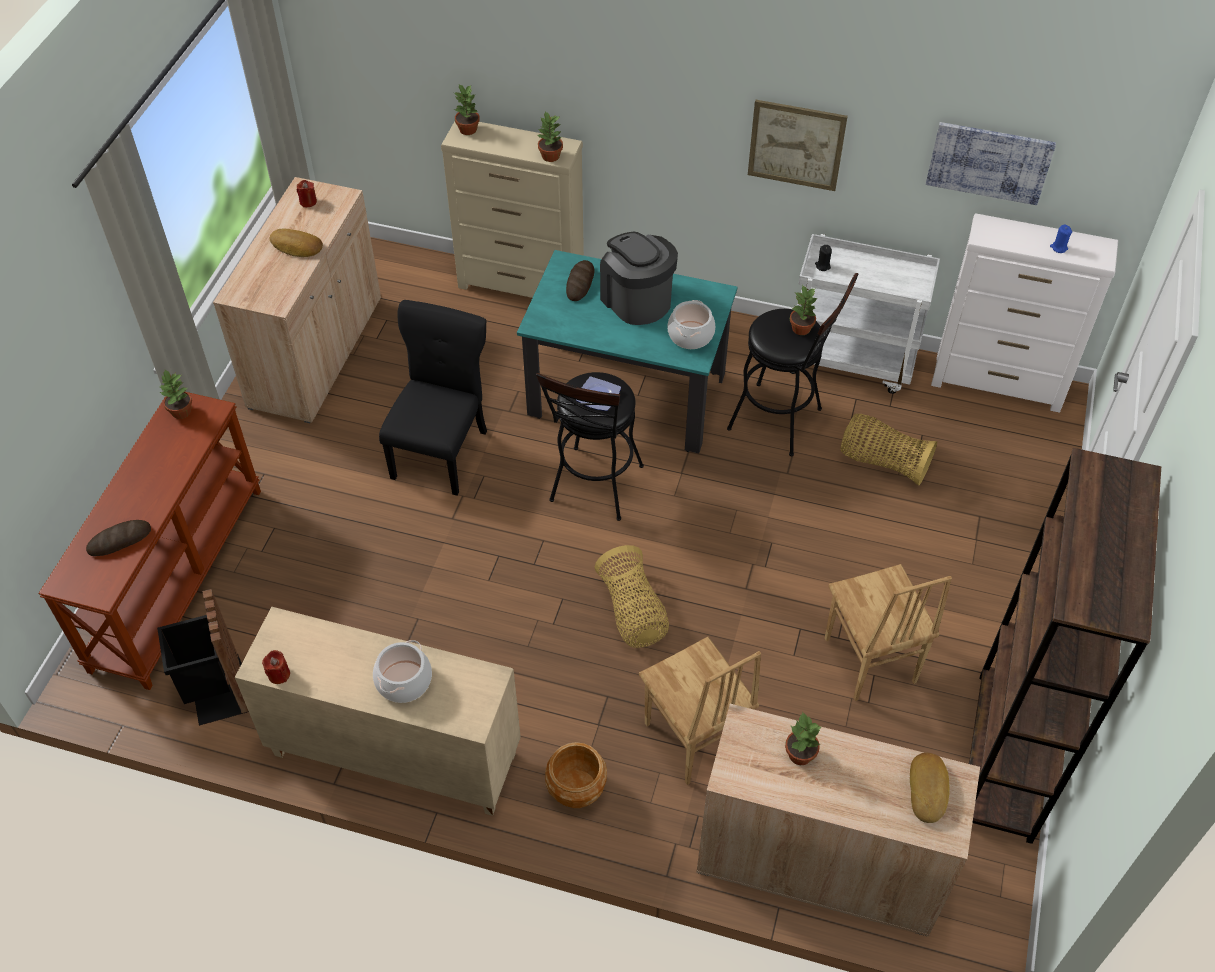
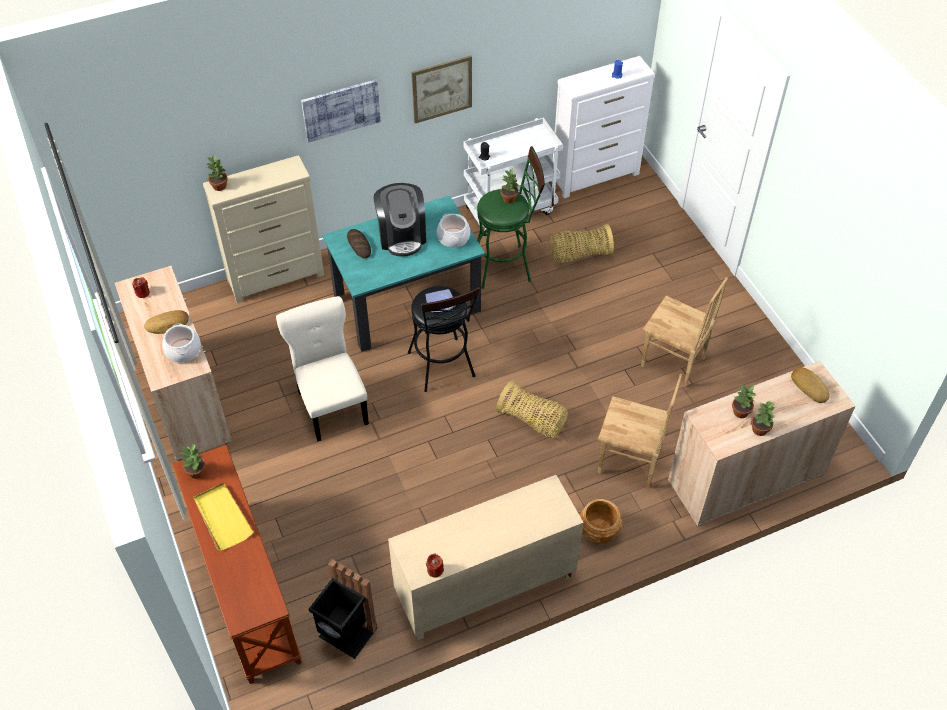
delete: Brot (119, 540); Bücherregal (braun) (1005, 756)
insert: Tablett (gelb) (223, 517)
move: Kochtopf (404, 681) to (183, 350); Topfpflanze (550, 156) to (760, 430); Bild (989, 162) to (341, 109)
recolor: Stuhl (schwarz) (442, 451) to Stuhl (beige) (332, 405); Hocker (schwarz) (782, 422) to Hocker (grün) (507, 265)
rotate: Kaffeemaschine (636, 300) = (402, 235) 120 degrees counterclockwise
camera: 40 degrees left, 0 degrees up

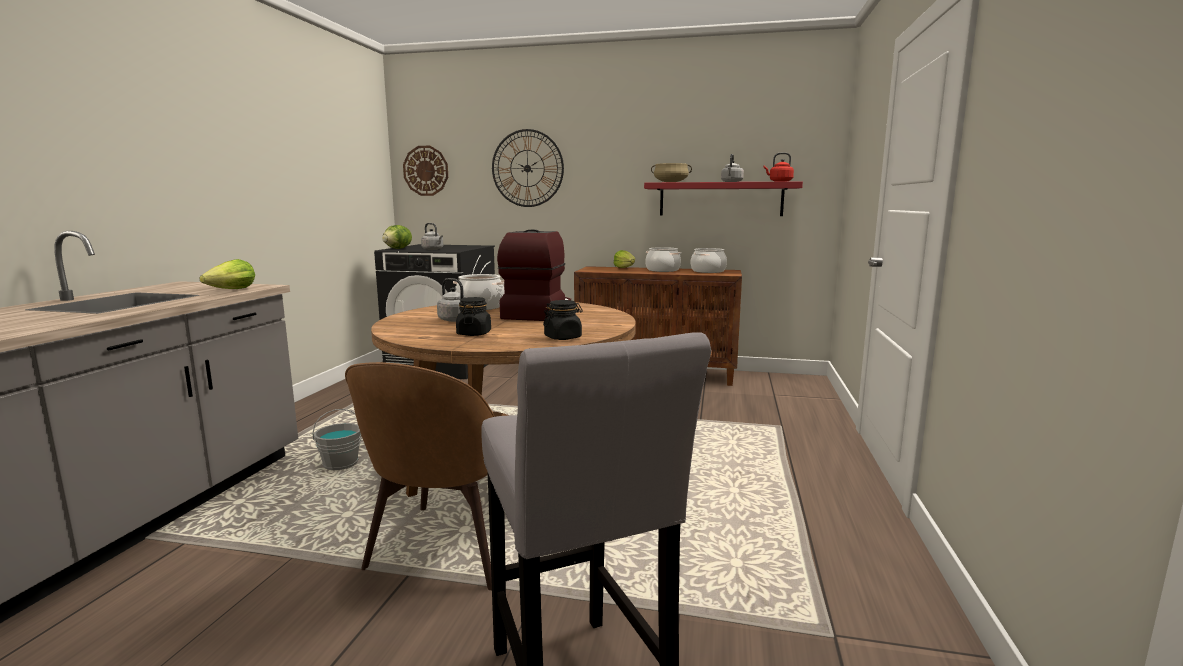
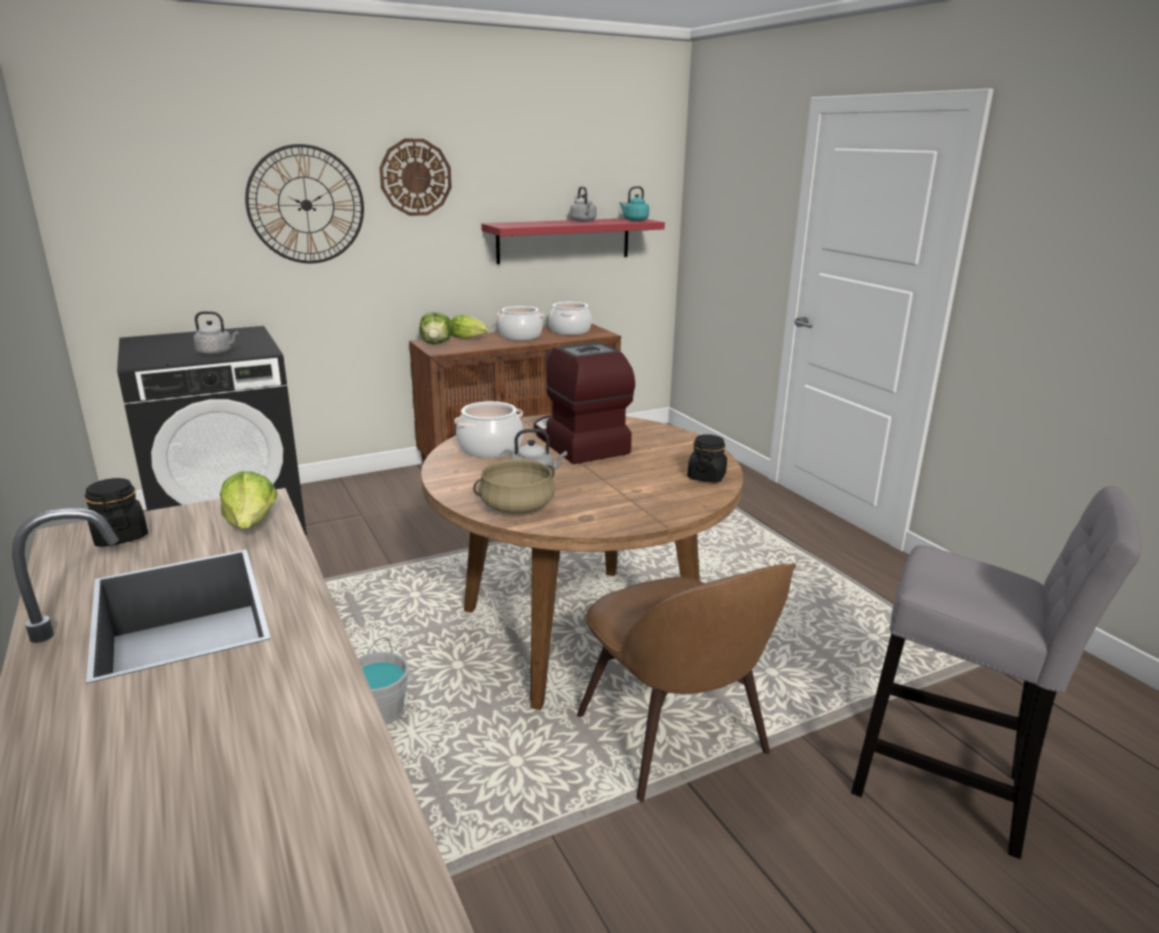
move: Salatkopf (398, 248) to (436, 343); Wanduhr (426, 170) to (415, 177); Vorratsglas (schwarz) (474, 333) to (120, 536); Kochtopf (beige) (671, 182) to (517, 507)
recolor: Wasserkessel (rot) (779, 181) to Wasserkessel (türkis) (634, 220)
camera: 40 degrees left, 10 degrees up

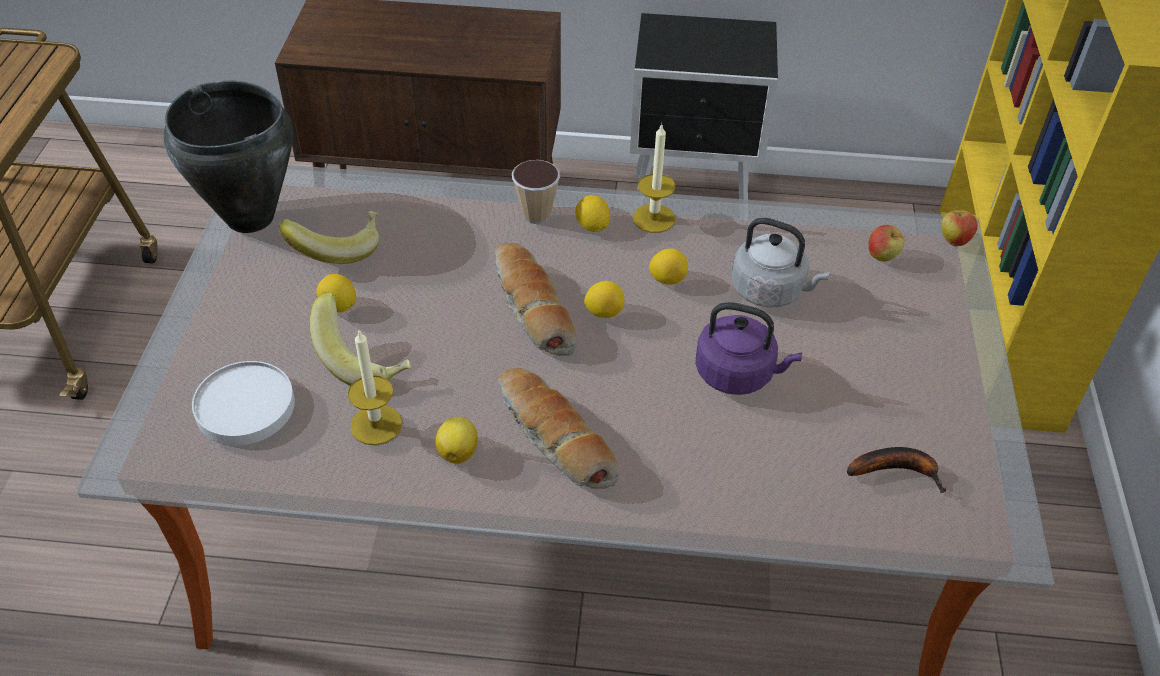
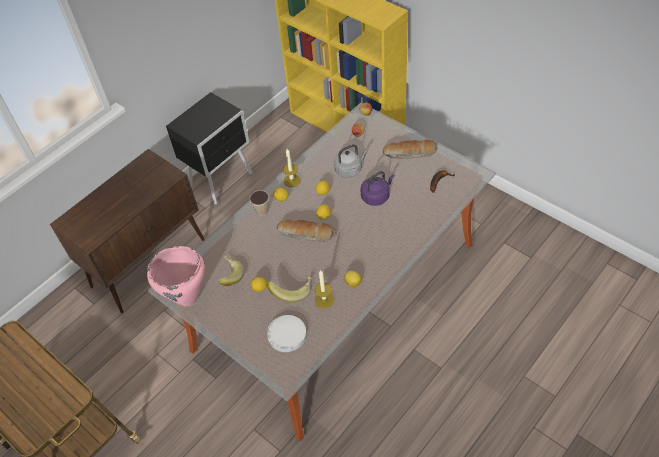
move: Brot (554, 439) to (410, 154)
recolor: Kochtopf (schwarz) (249, 218) to Kochtopf (rosa) (187, 298)
camera: 50 degrees left, 5 degrees up

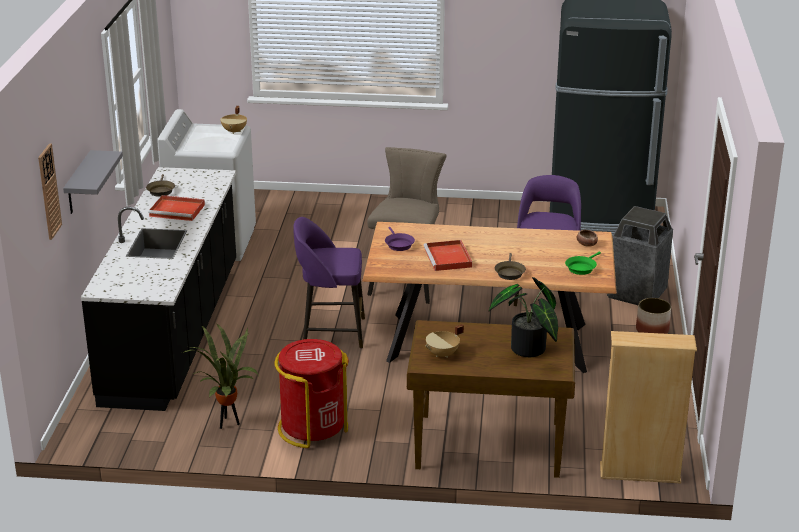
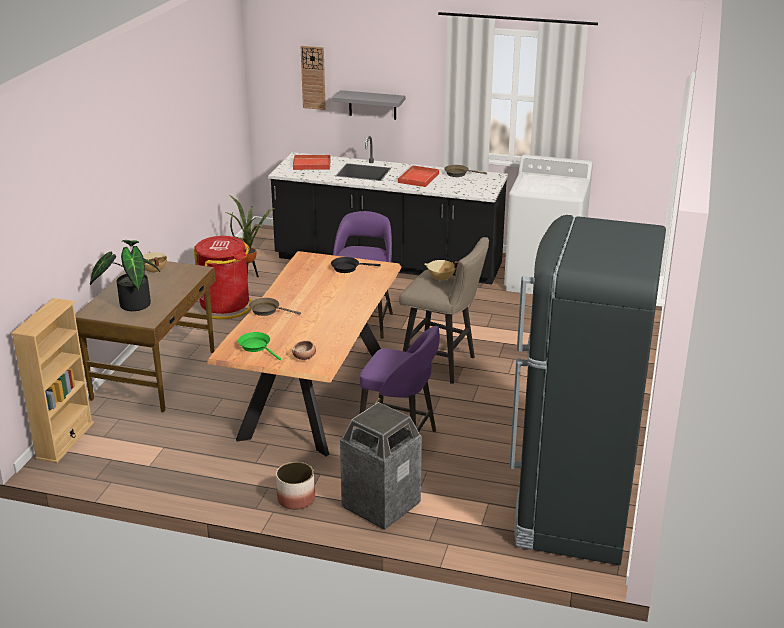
move: Kochtopf (beige) (235, 131) to (441, 279); Tablett (rot) (448, 258) to (311, 164)
recolor: Pfanne (lila) (398, 244) to Pfanne (schwarz) (347, 268)
camera: 100 degrees right, 0 degrees up

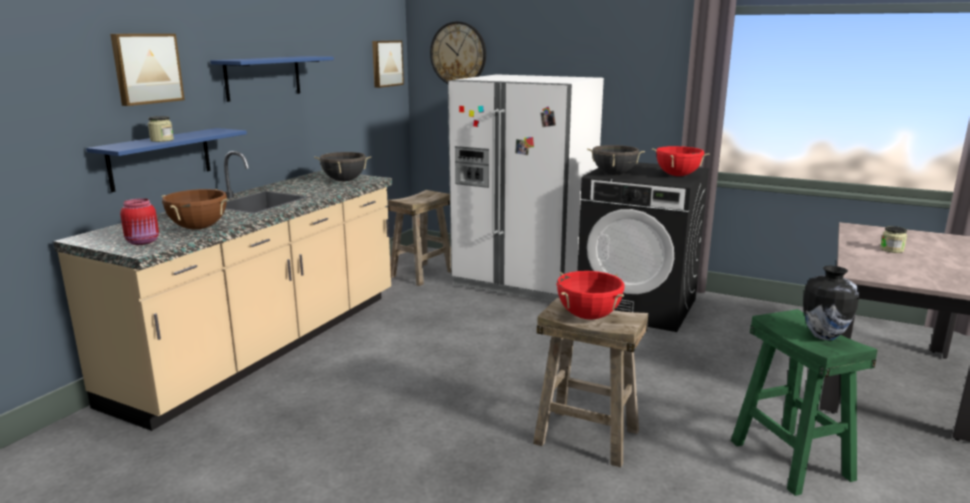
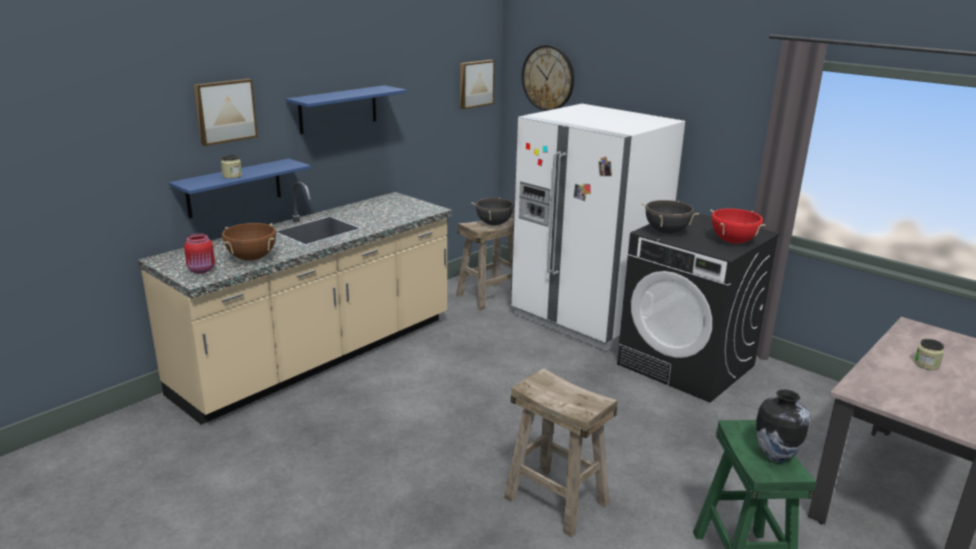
delete: Kochtopf (rot) (588, 316)
move: Kochtopf (schwarz) (344, 181) to (494, 224)
camera: 15 degrees right, 5 degrees up

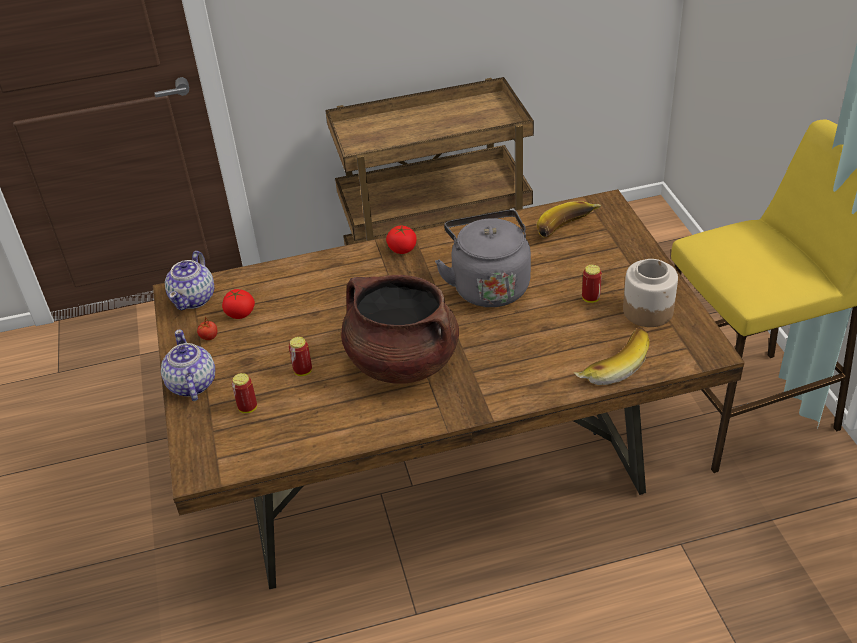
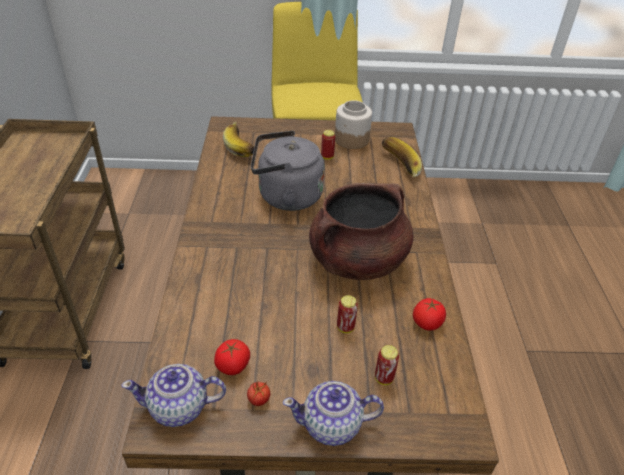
move: Tomate (402, 249) to (427, 323)
rotate: Teekanne (194, 298) = (179, 408) 150 degrees clockwise
camera: 80 degrees left, 0 degrees up

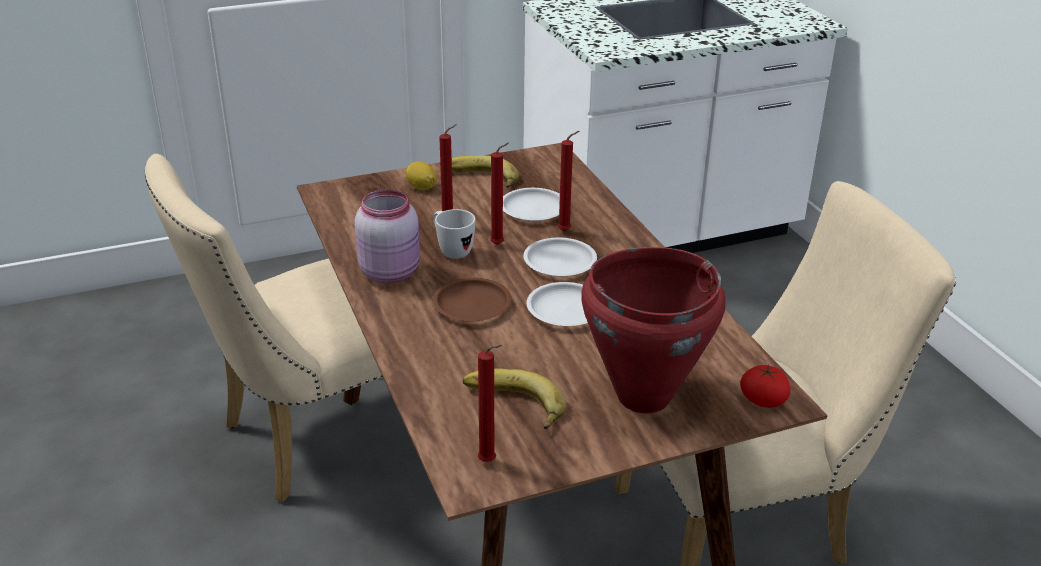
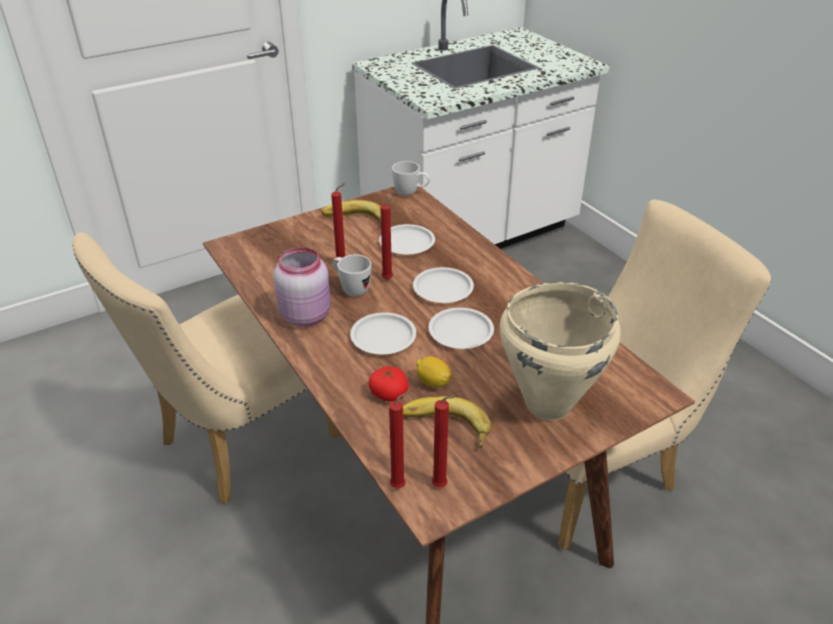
insert: Henkelbecher (weiß) (411, 193)
move: Zitrone (421, 187) to (433, 382); Kerze (rot) (566, 231) to (400, 486); Tomate (763, 399) to (389, 394)
recolor: Teller (braun) (471, 305) to Teller (weiß) (382, 337); Kochtopf (rot) (642, 396) to Kochtopf (beige) (546, 404)
camera: 10 degrees left, 5 degrees up

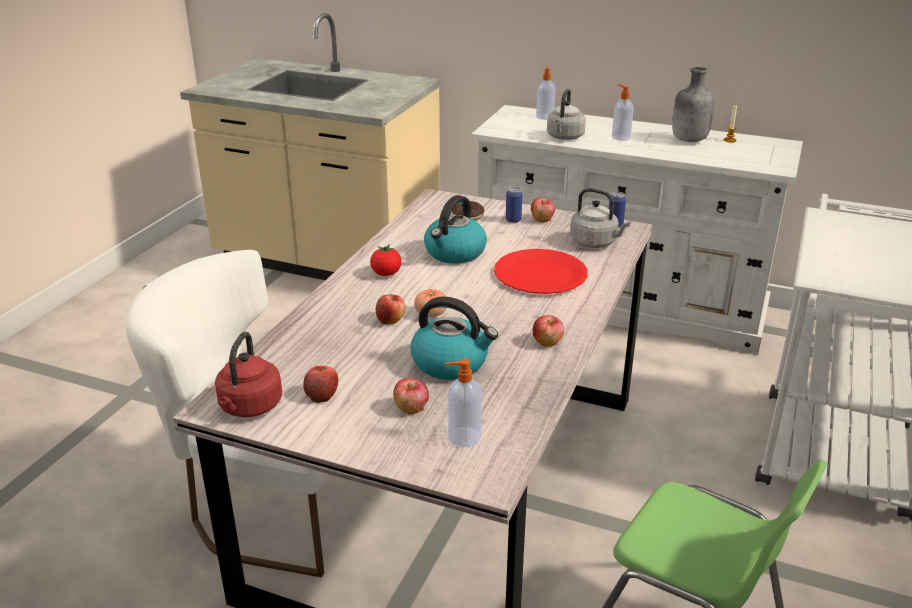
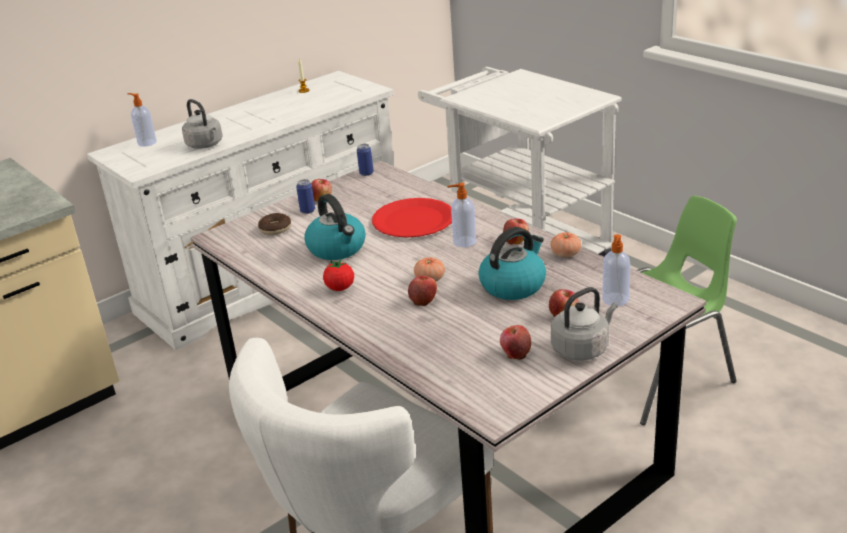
delete: Wasserkessel (rot) (249, 407); Flasche (grau) (688, 140)
insert: Tomate (565, 254)
move: Wasserkessel (grau) (596, 243) to (582, 348); Seifenspender (620, 137) to (463, 242)
camera: 60 degrees left, 0 degrees up

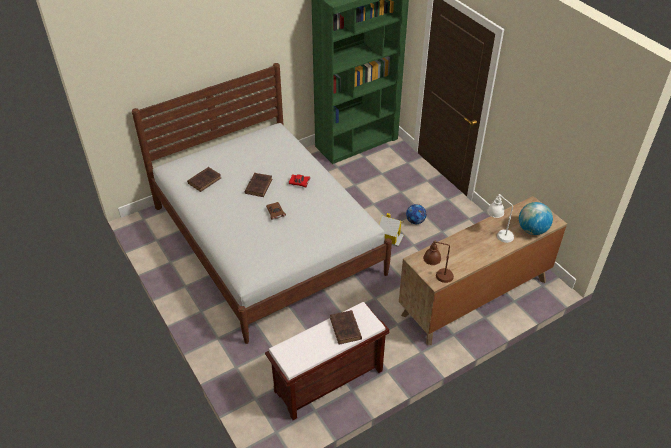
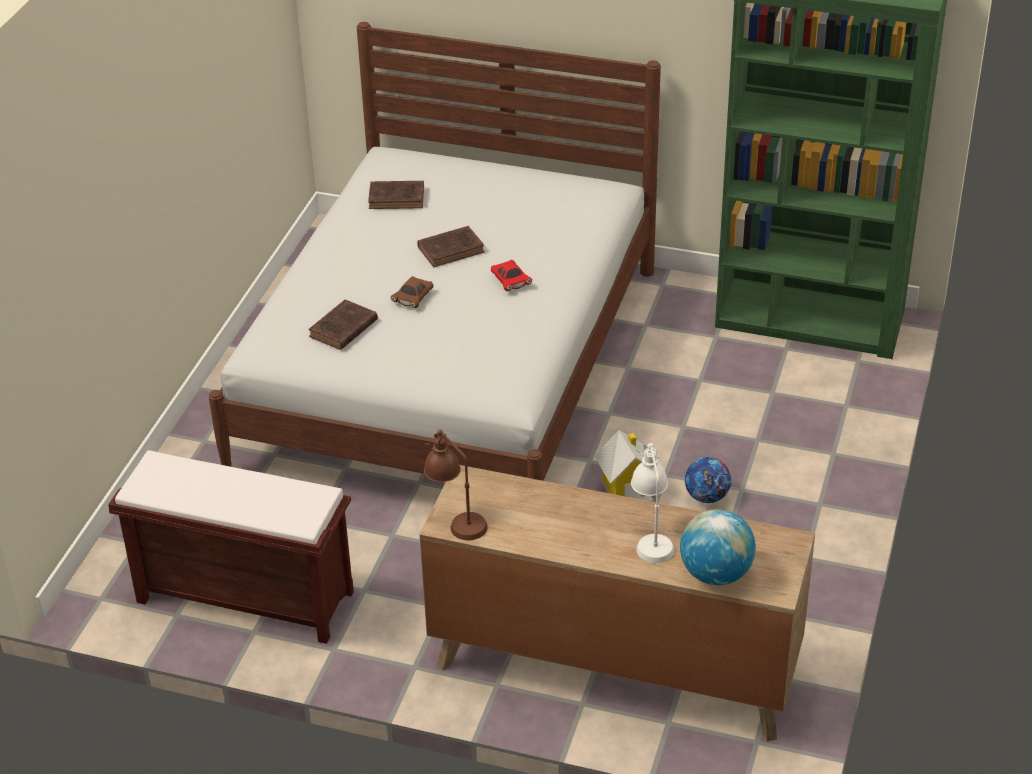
move: Buch (braun) (345, 329) to (342, 329)
camera: 50 degrees right, 5 degrees down

